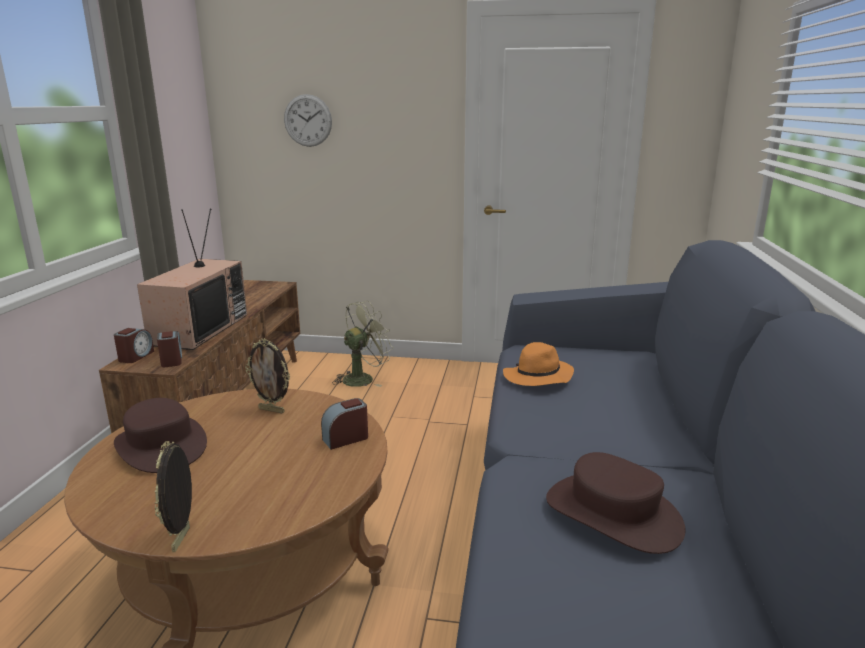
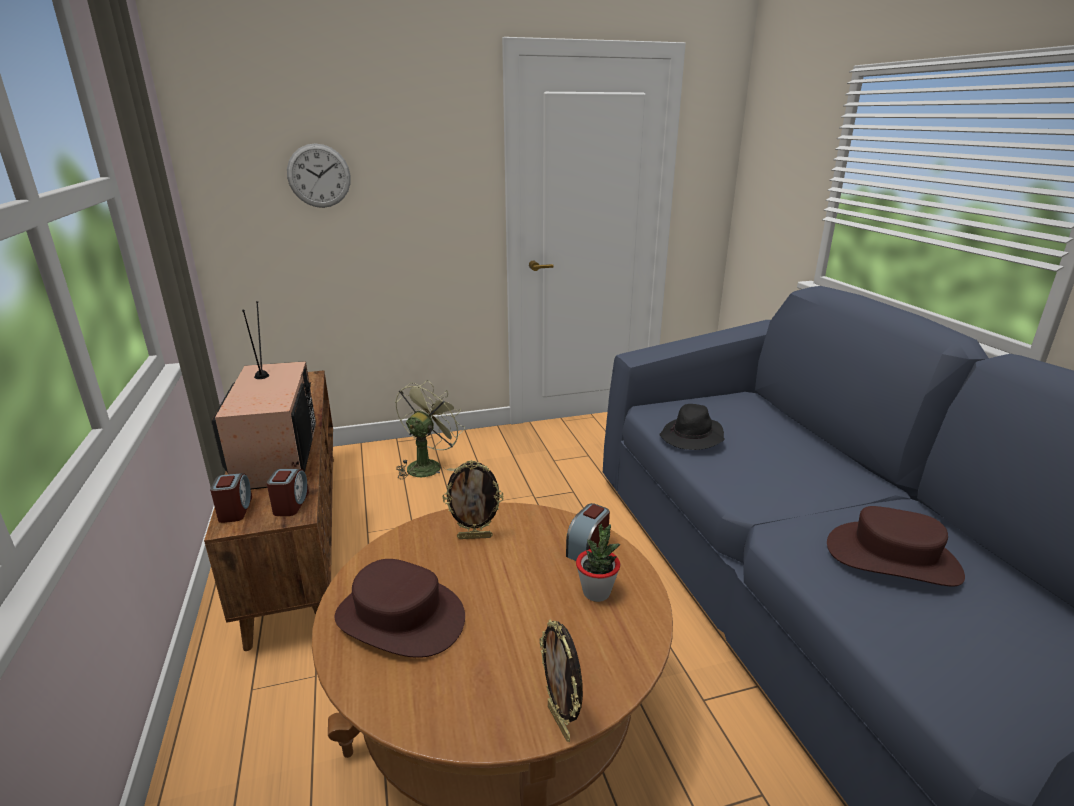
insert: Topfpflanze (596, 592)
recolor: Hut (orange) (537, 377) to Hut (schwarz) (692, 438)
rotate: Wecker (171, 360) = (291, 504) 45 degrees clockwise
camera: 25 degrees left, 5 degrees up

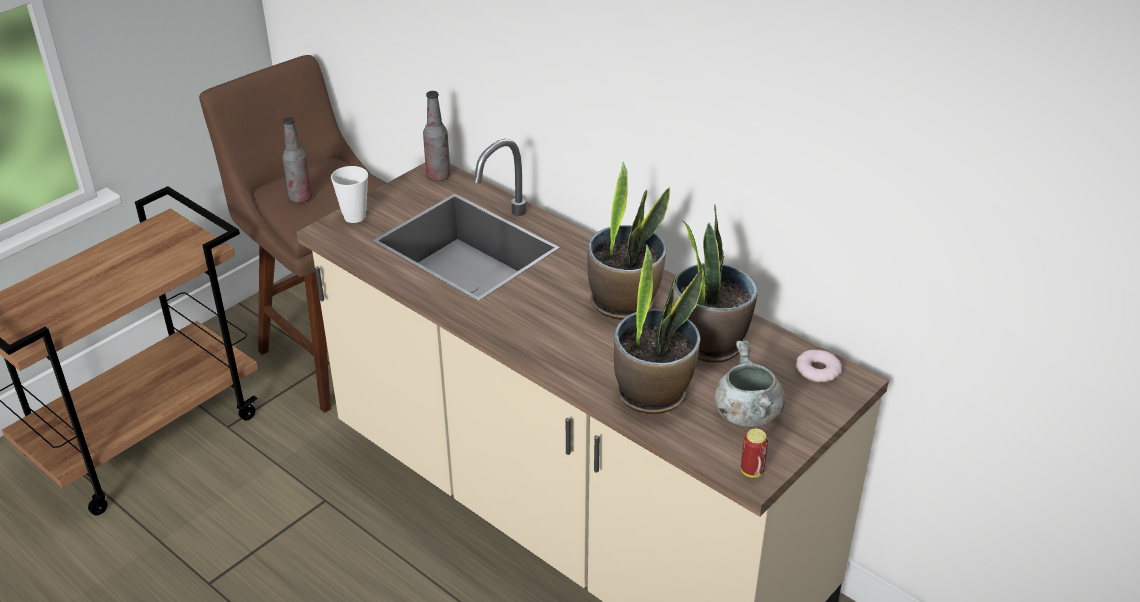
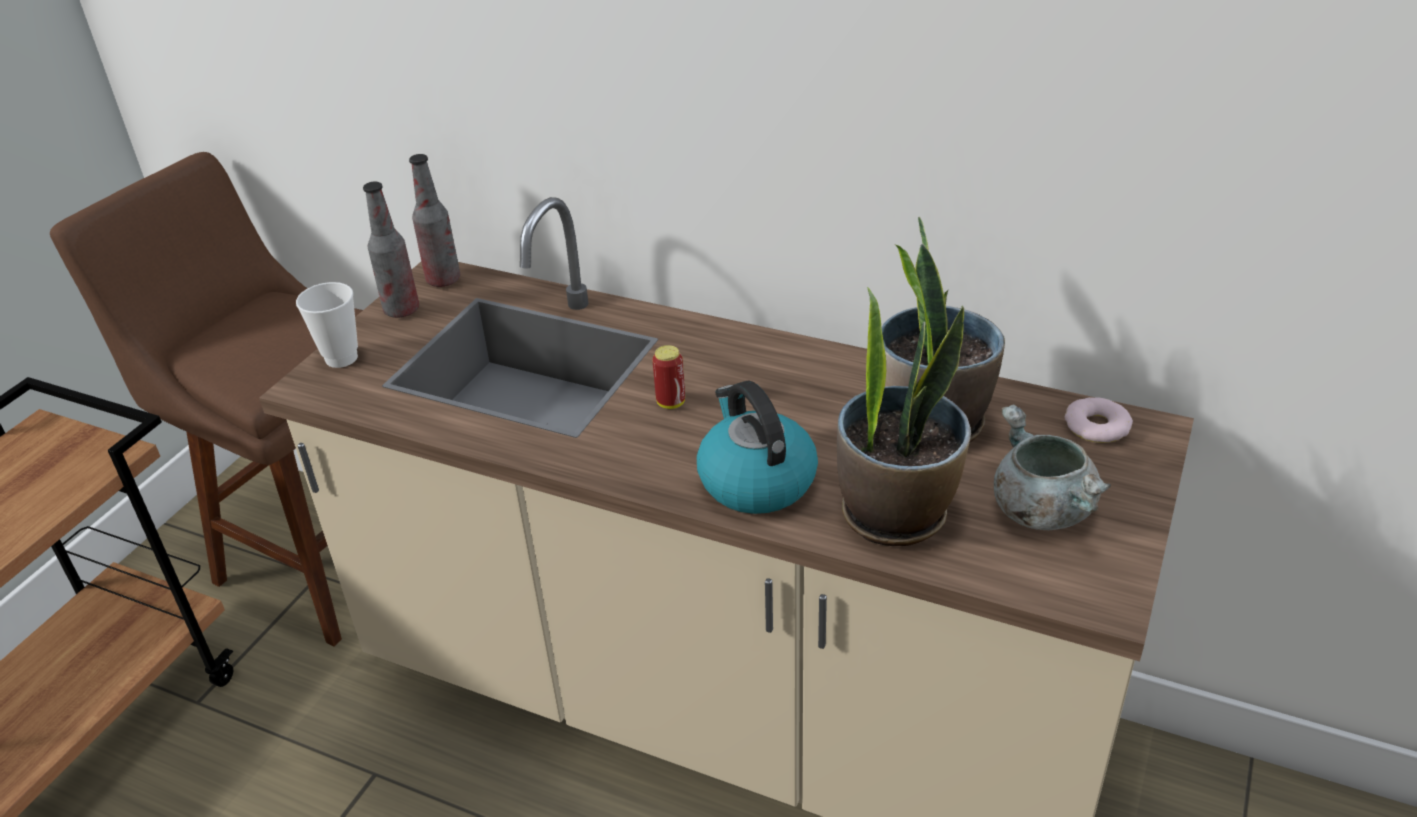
delete: Topfpflanze (624, 302)
insert: Wasserkessel (755, 480)
move: Flasche (300, 198) to (401, 310); Dose (752, 471) to (671, 403)
camera: 15 degrees left, 0 degrees up

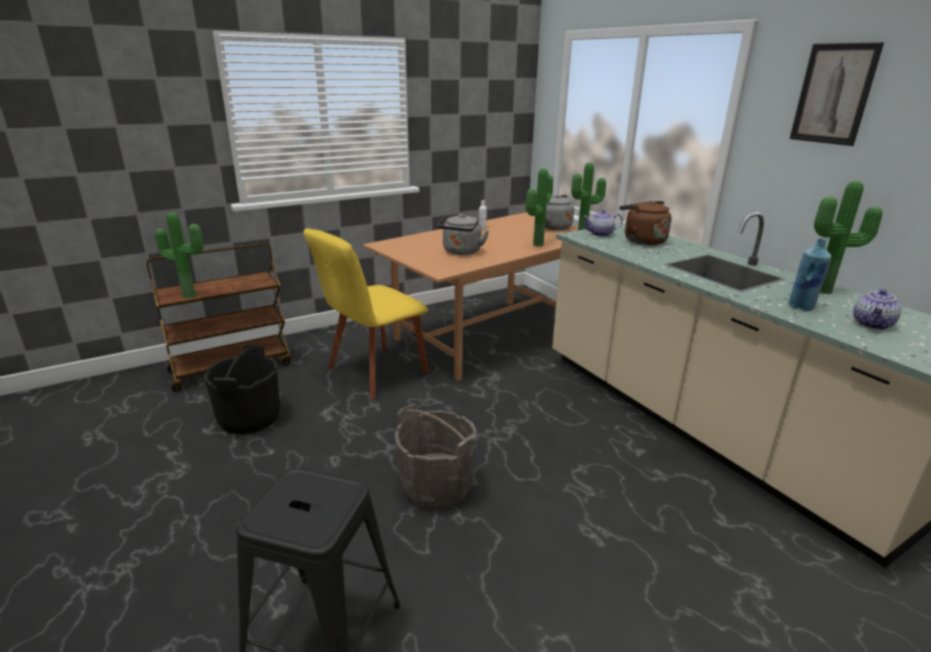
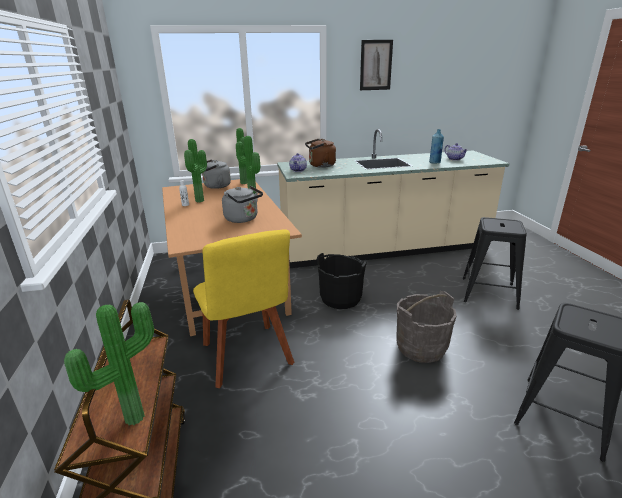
insert: Hocker (schwarz) (488, 292)
move: Eimer (schwarz) (249, 417) to (340, 298); Topfpflanze (825, 292) to (201, 201)
camera: 70 degrees left, 0 degrees up

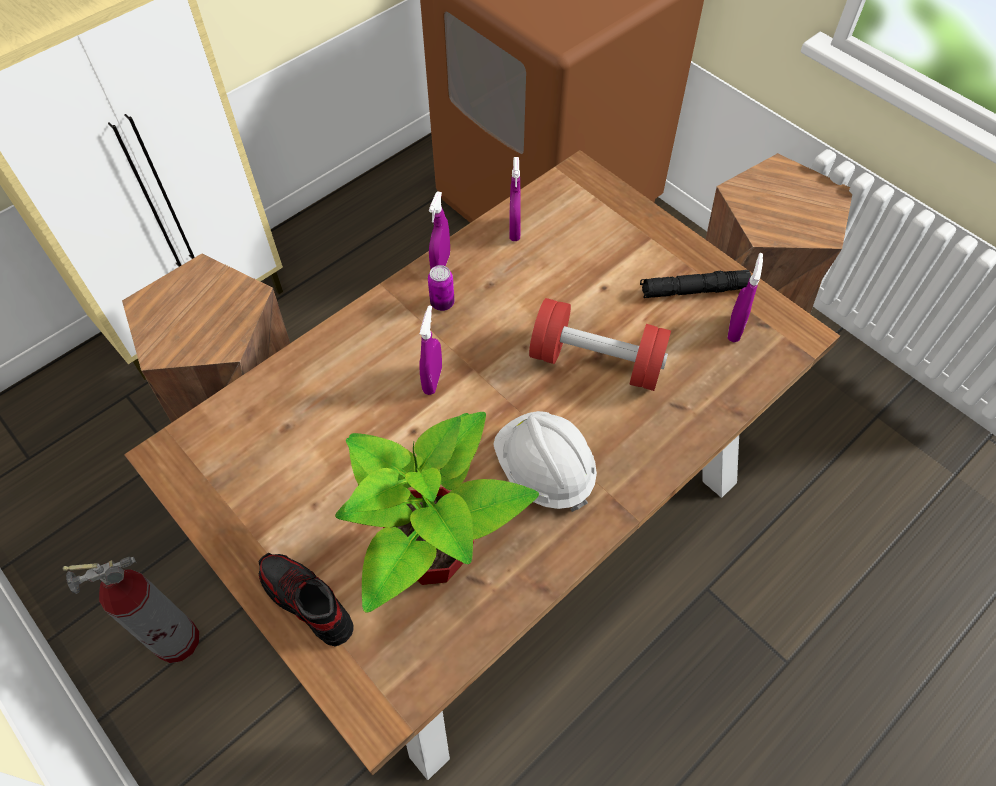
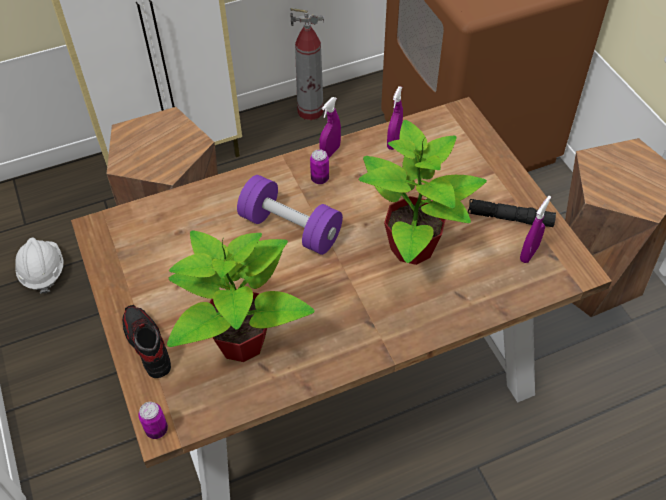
insert: Dose (157, 429)
move: Feuerlöscher (177, 640) to (310, 111); Schutzhelm (weiß) (544, 470) to (43, 272)
replace: Sprühflasche (lila) (432, 380) to Hantel (lila) (290, 228); Hantel (rot) (596, 361) to Topfpflanze (413, 248)
camera: 20 degrees right, 5 degrees down

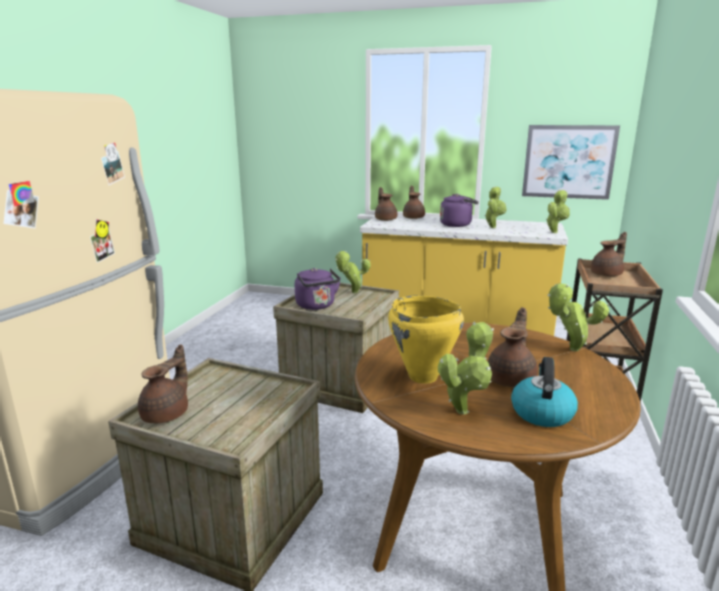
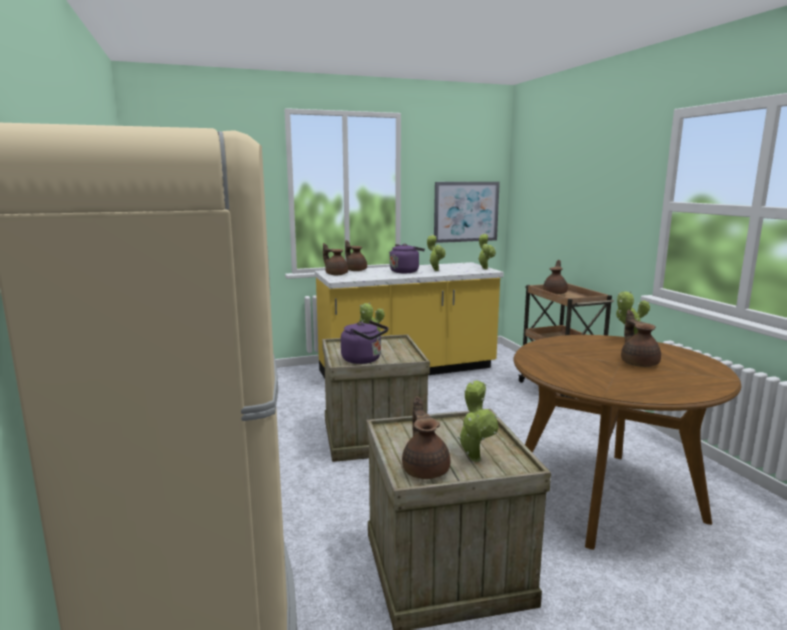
delete: Kochtopf (gelb) (423, 377); Wasserkessel (541, 412)
move: Topfpflanze (464, 409) to (474, 457)
camera: 35 degrees left, 5 degrees down

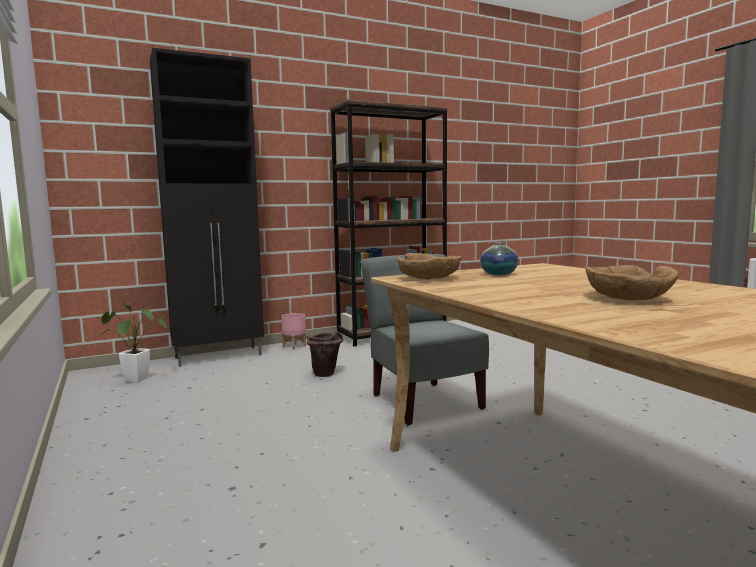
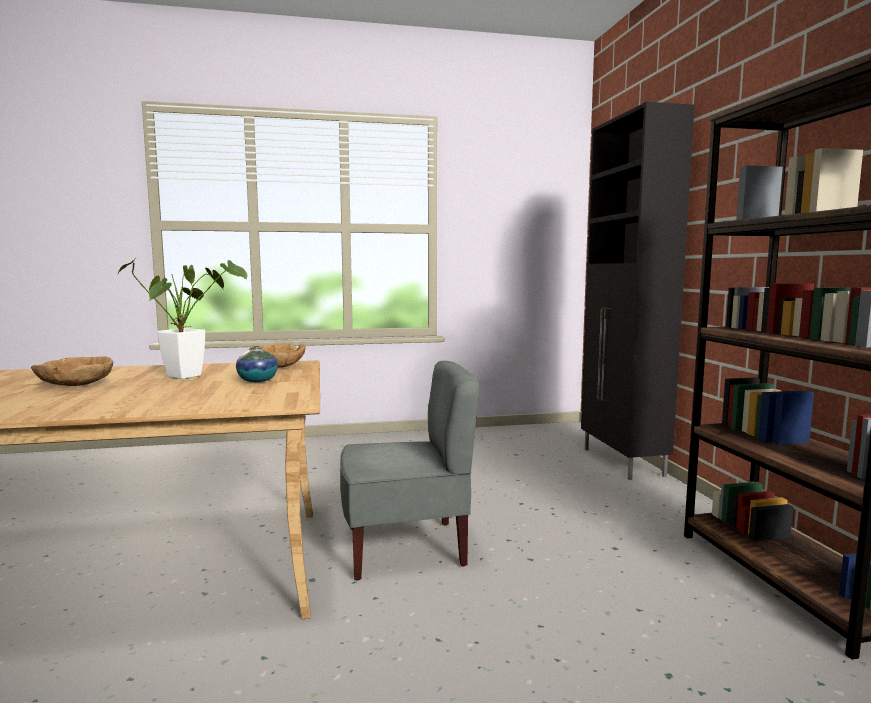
delete: Pflanzkübel (rosa) (294, 346); Eimer (braun) (326, 375)
move: Topfpflanze (133, 379) to (191, 375)
camera: 105 degrees right, 0 degrees up

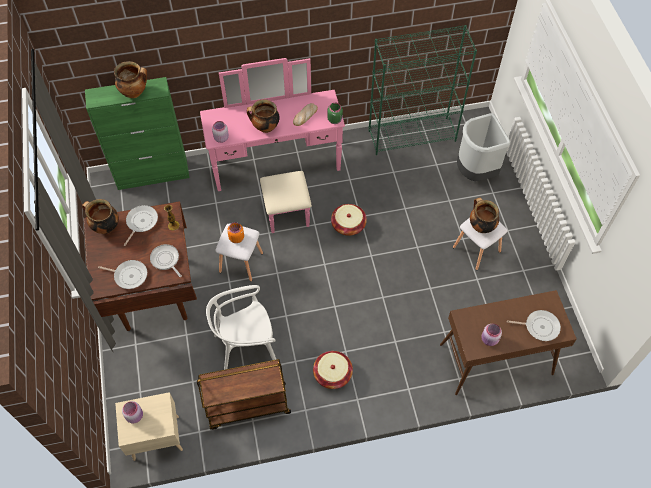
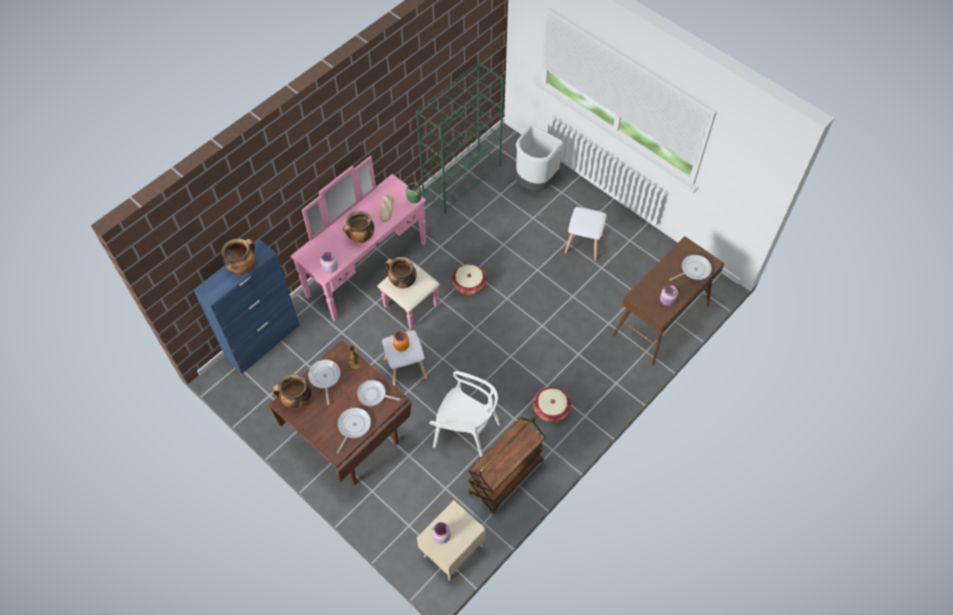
move: Kochtopf (481, 226) to (402, 282)
recolor: Schrank (grün) (153, 175) to Schrank (blau) (264, 341)
rotate: Pfanne (129, 275) = (353, 426) 45 degrees counterclockwise; Stuhl (weiß) (246, 347) = (466, 432) 105 degrees counterclockwise
camera: 35 degrees left, 0 degrees up

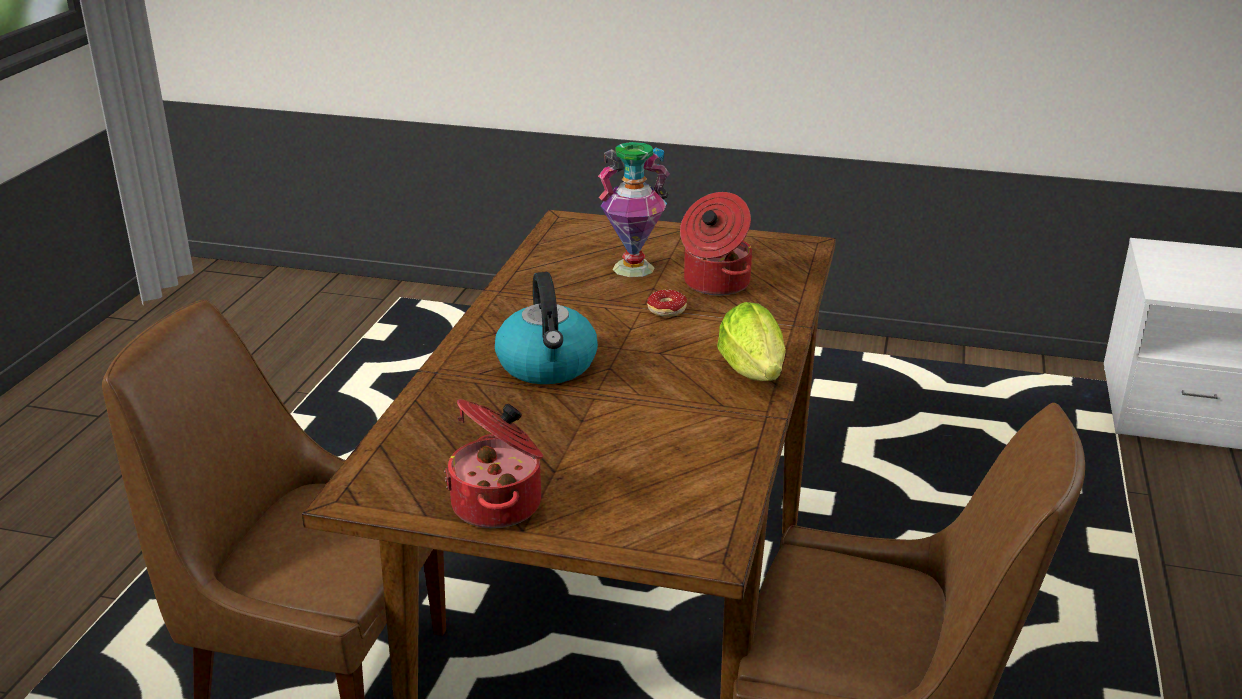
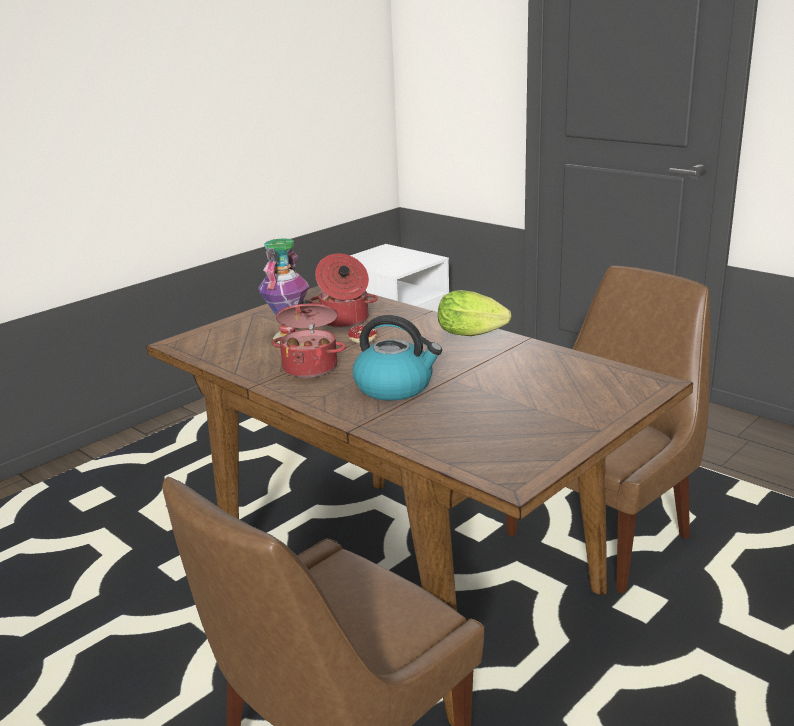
move: Kochtopf (499, 504) to (311, 367)
camera: 60 degrees left, 5 degrees down

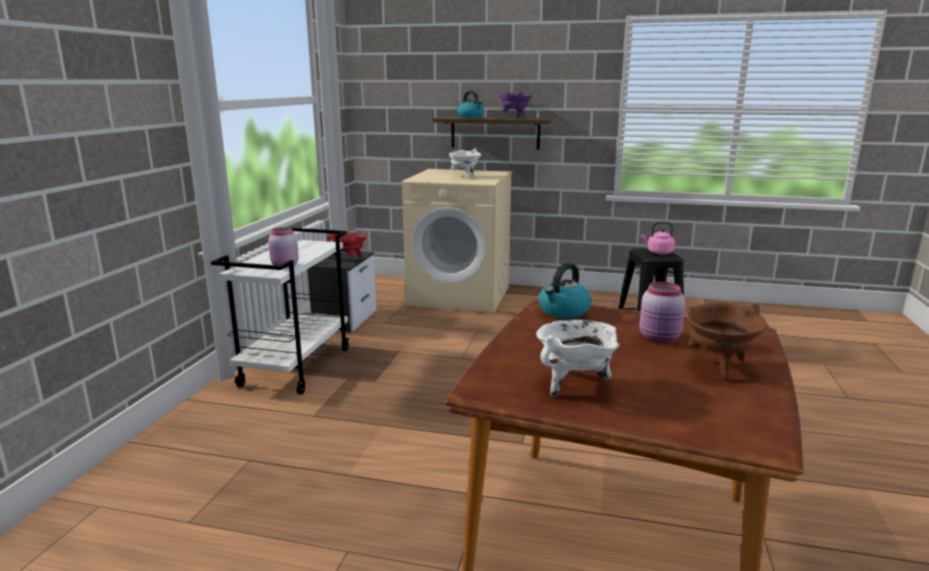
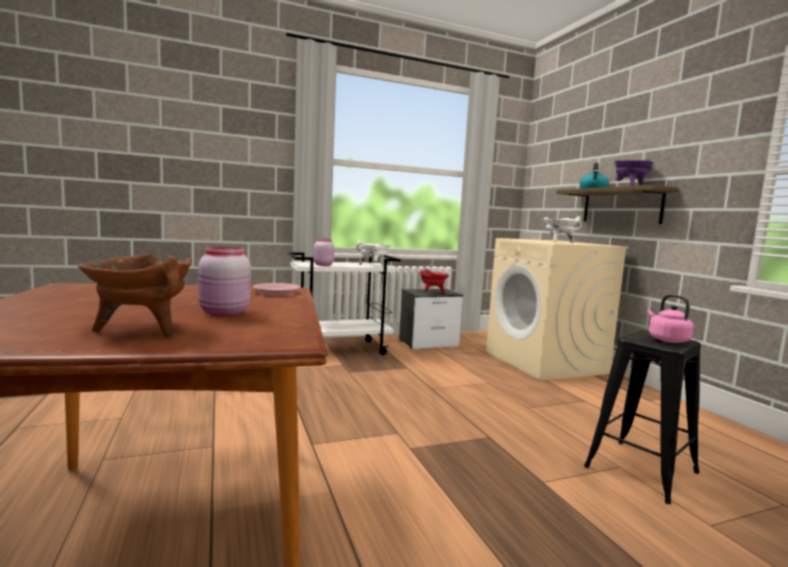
move: Kochtopf (weiß) (575, 385) to (373, 266)
replace: Wasserkessel (563, 311) to Teller (rosa) (276, 292)
camera: 55 degrees right, 10 degrees down

